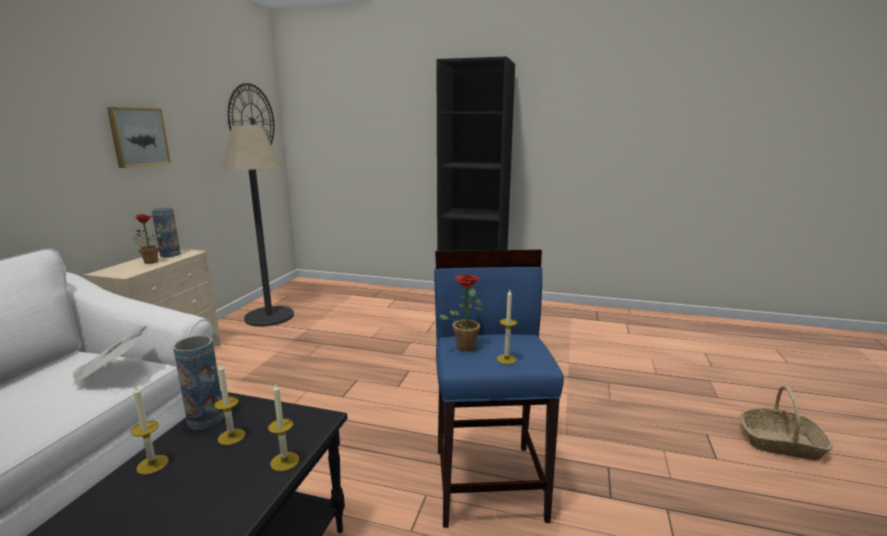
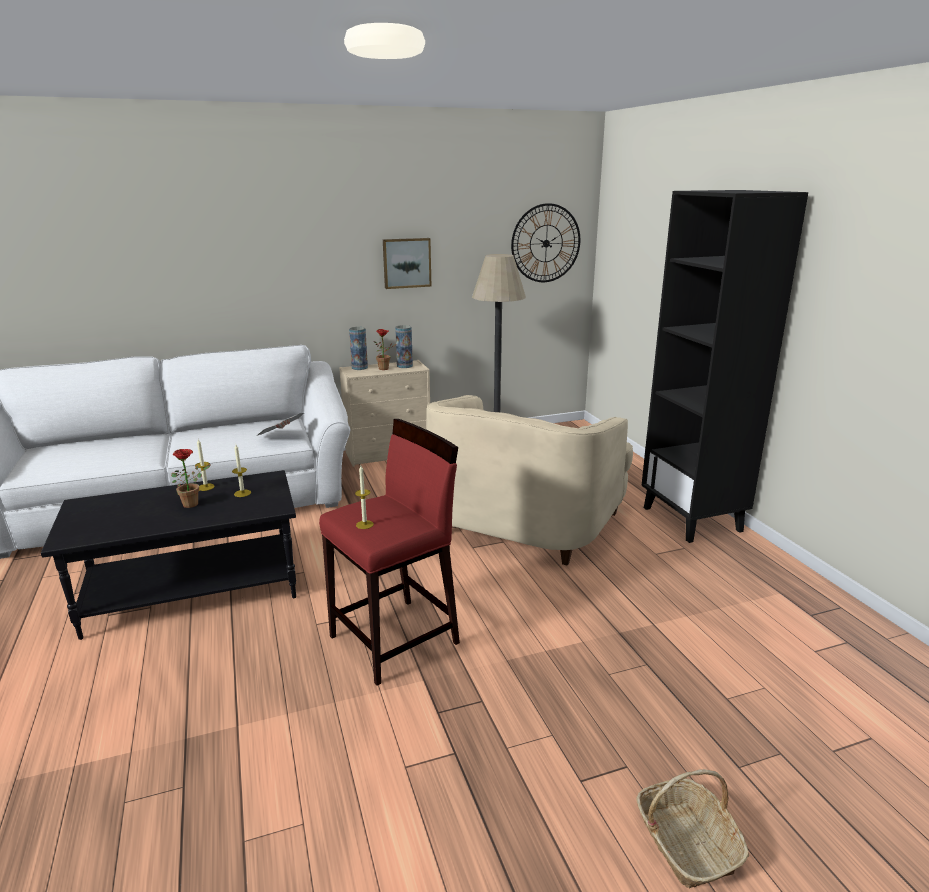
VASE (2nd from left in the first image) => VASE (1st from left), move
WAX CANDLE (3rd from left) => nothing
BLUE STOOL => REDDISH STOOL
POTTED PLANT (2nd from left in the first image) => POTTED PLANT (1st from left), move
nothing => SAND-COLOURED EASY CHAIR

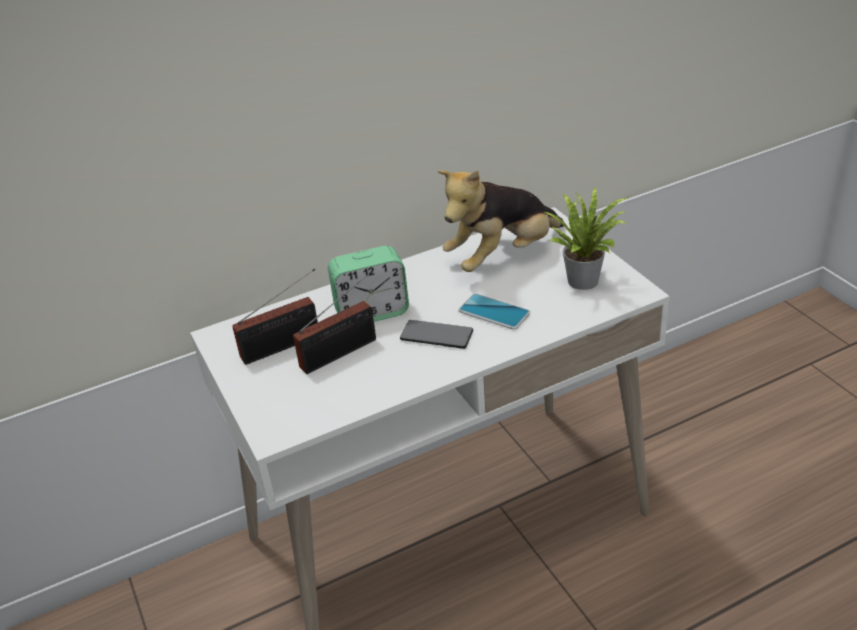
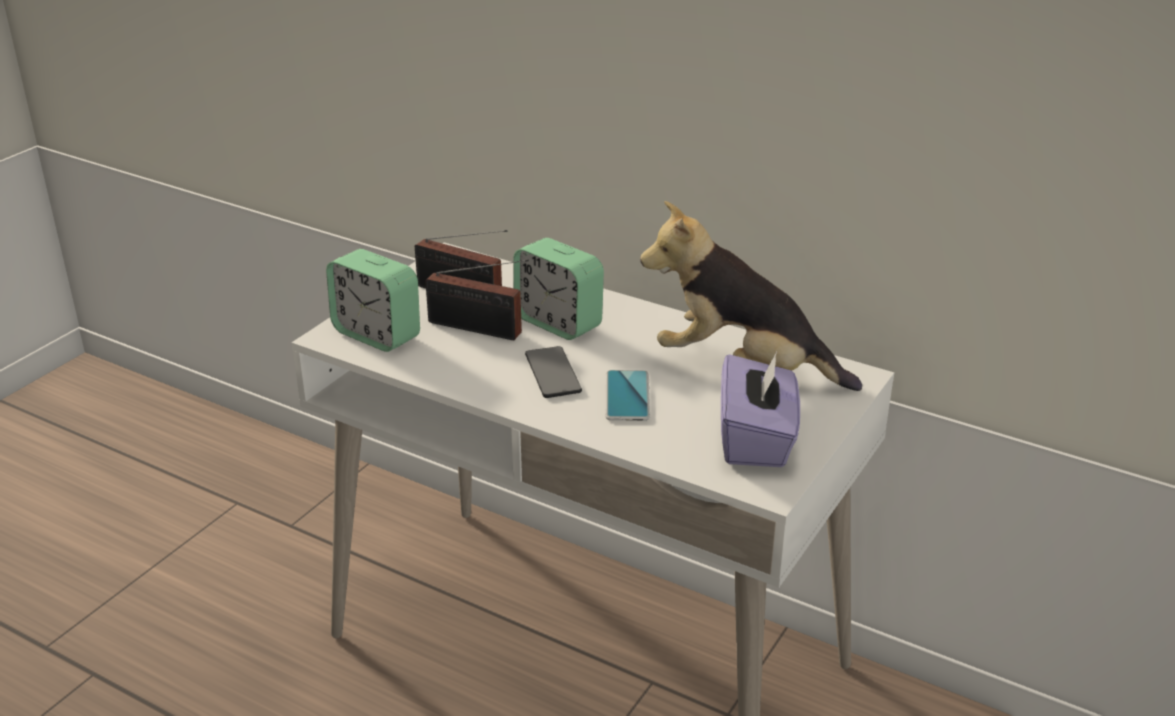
POTTED PLANT => PURPLE TISSUE BOX
nothing => BEDSIDE CLOCK (1st from left)

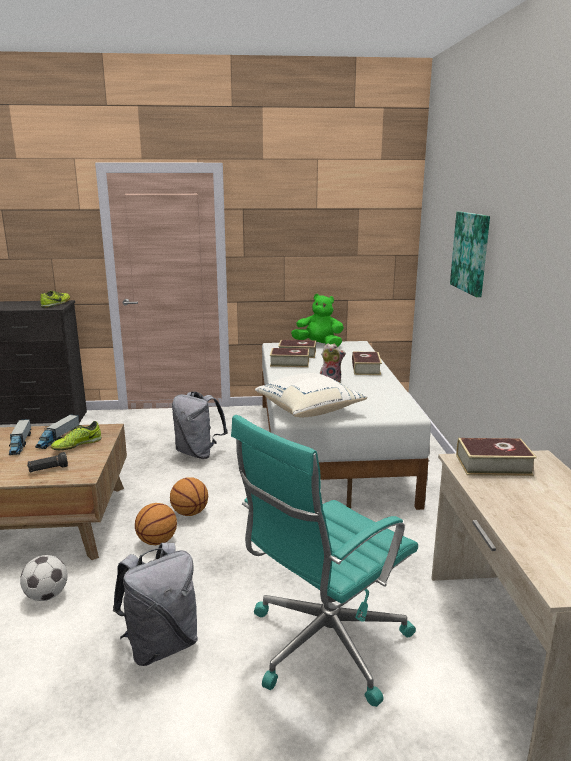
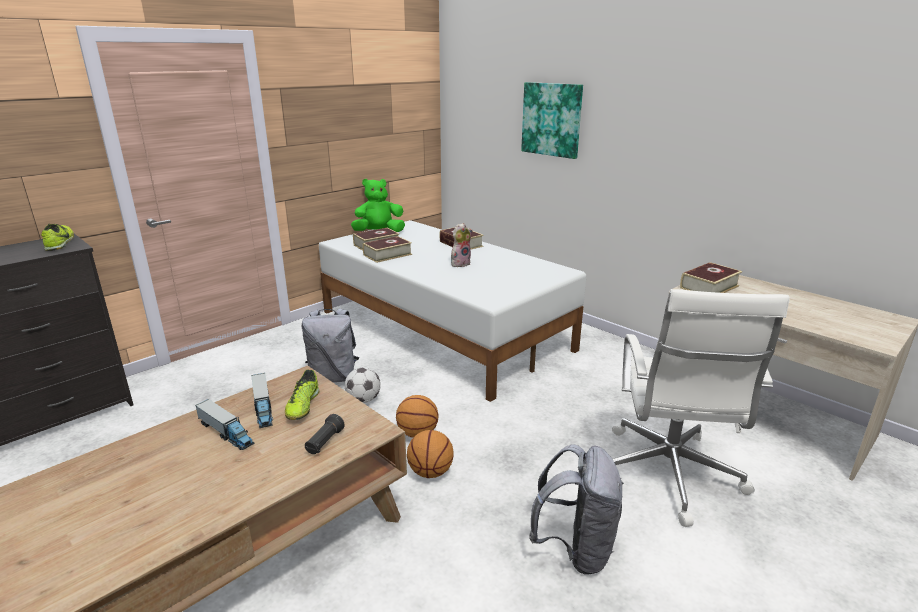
FOOTBALL, move
BLUE-GREEN DESK CHAIR => WHITE DESK CHAIR
WHITE THROW PILLOW => nothing

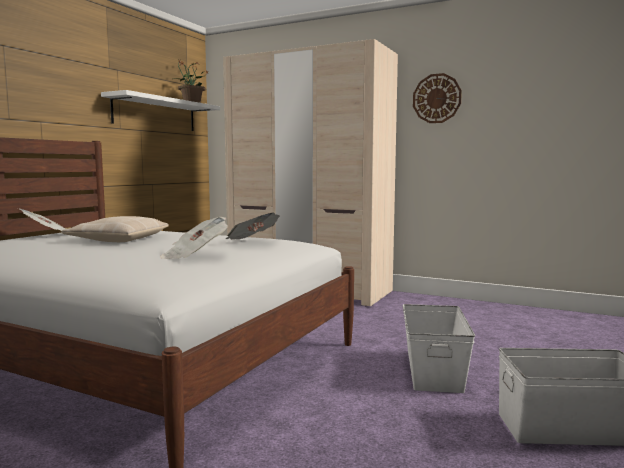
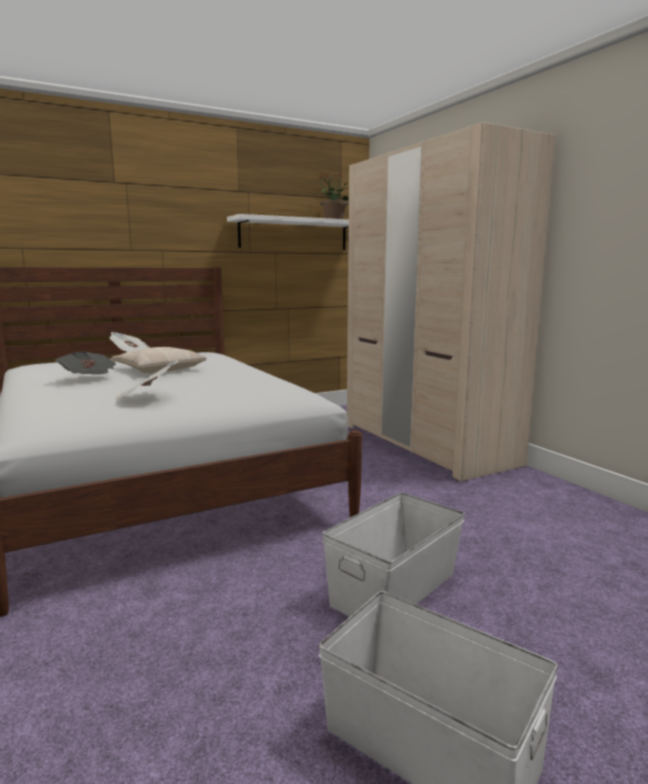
DAILY PAPER (3rd from left in the first image) => DAILY PAPER (1st from left), move
WALL CLOCK => nothing

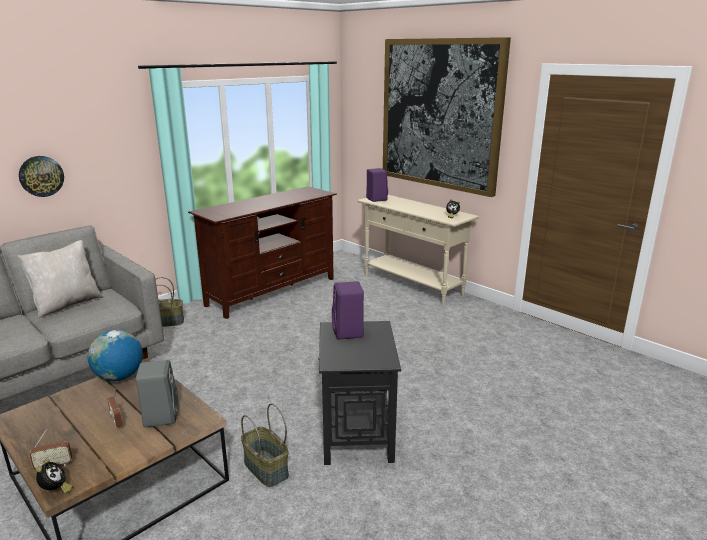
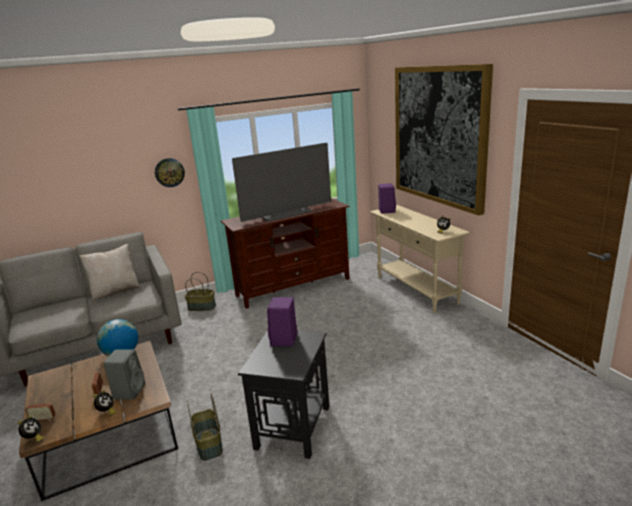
WALL CLOCK, move
nothing => BEDSIDE CLOCK (2nd from left)
nothing => TELEVISION

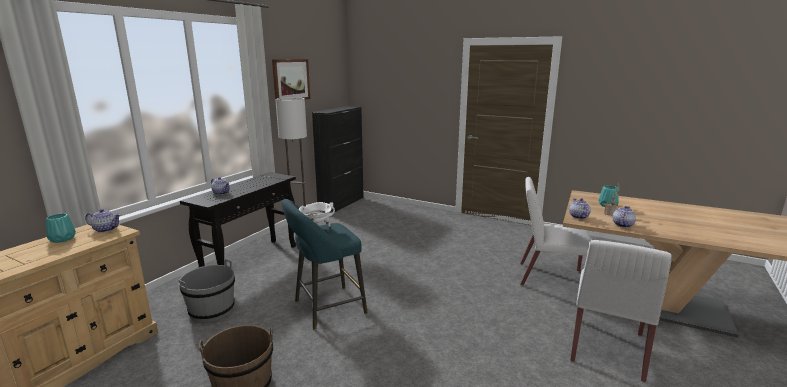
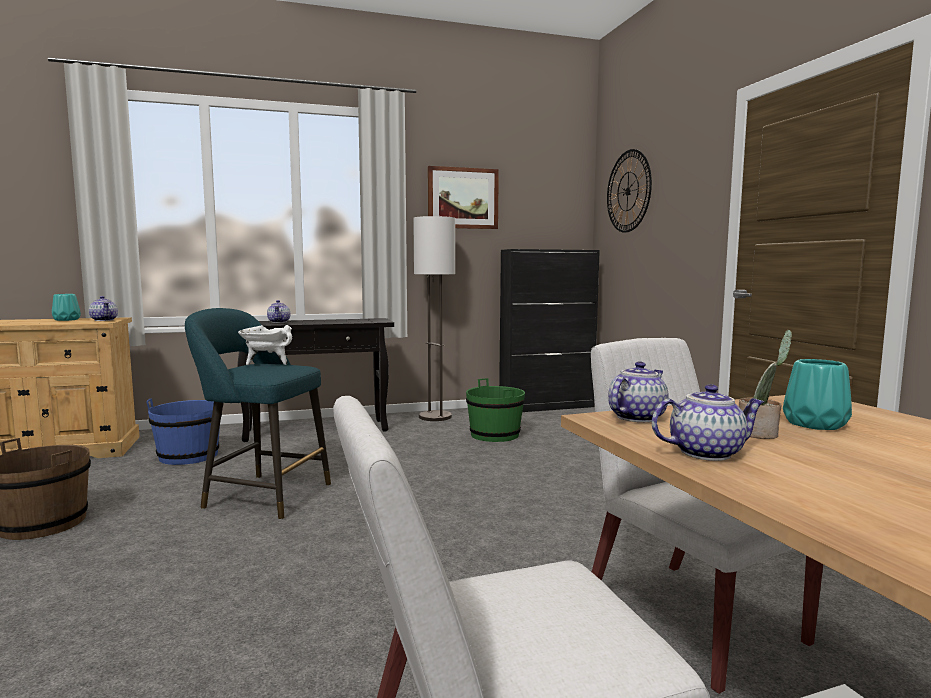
GREY PAIL => BLUE PAIL
nothing => GREEN PAIL
nothing => WALL CLOCK

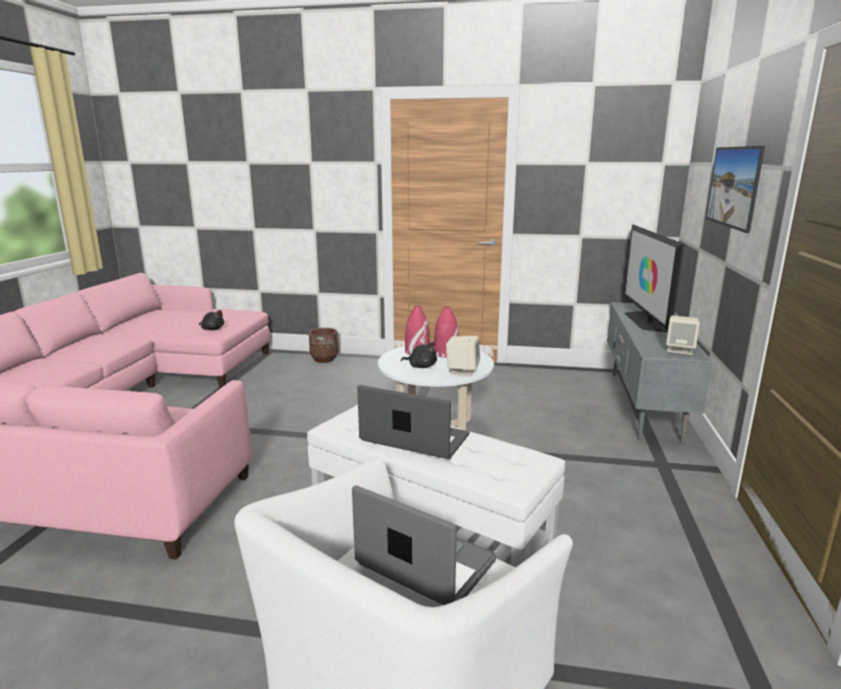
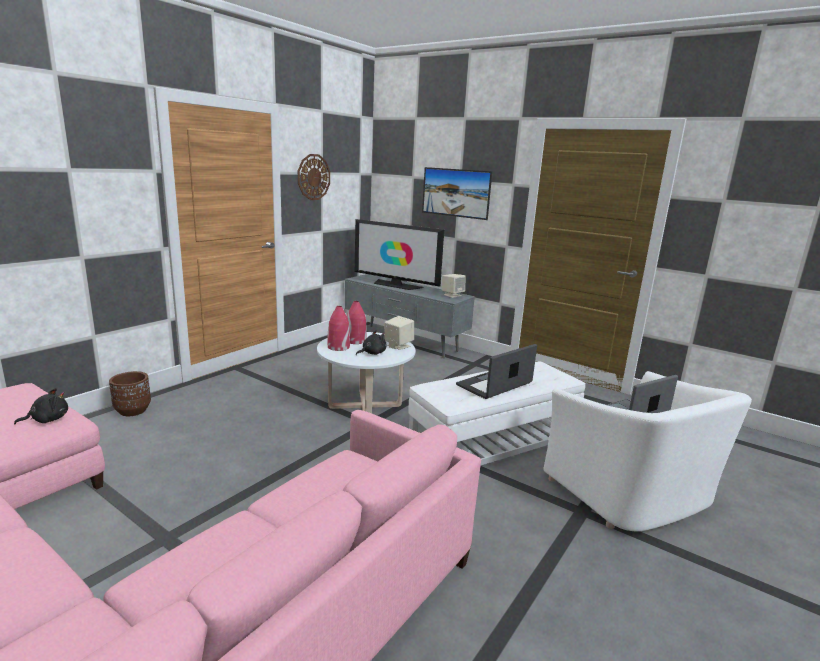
nothing => WALL CLOCK

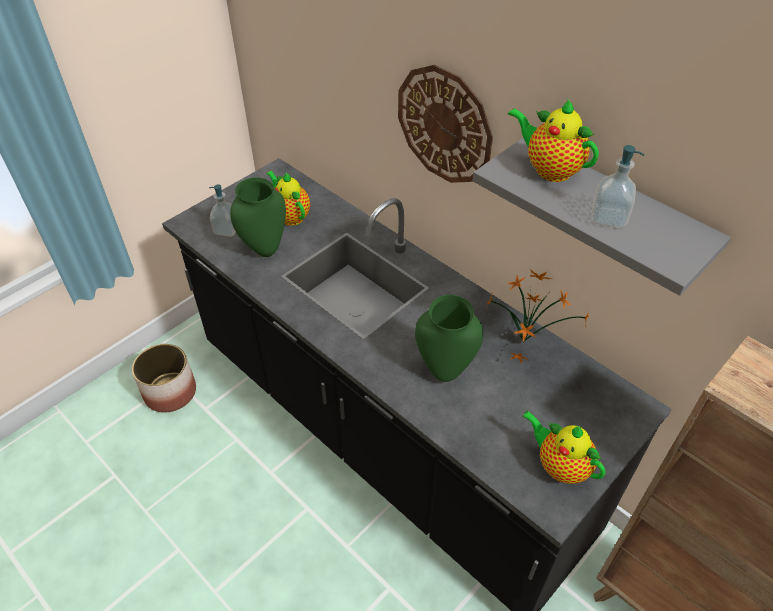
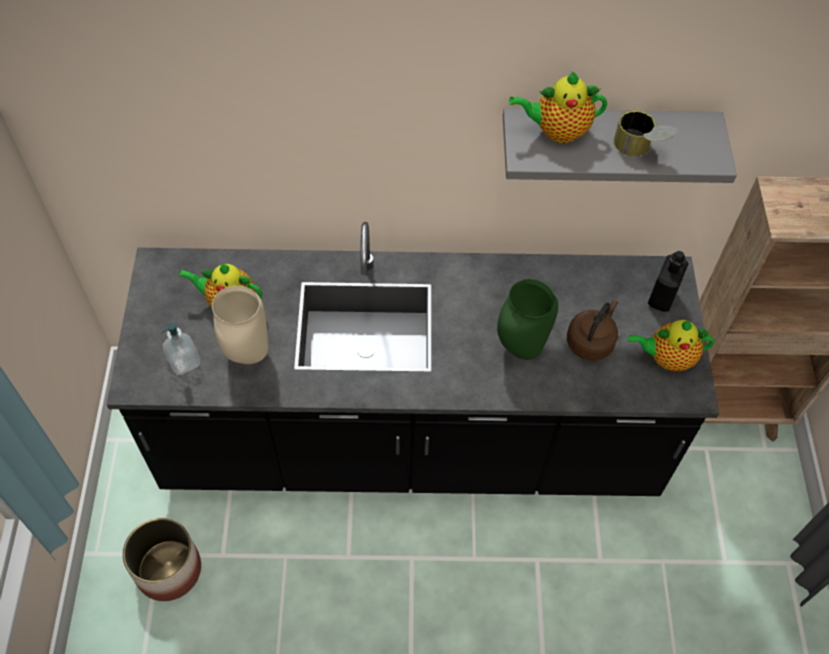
GREEN VASE (1st from left) => SAND-COLOURED VASE
WALL CLOCK => nothing
POTTED PLANT => nothing
SOAP BOTTLE (2nd from left) => SEALED CAN
nothing => BROWN-COLOURED WATER KETTLE
nothing => BLACK-COLOURED DRINK BOTTLE

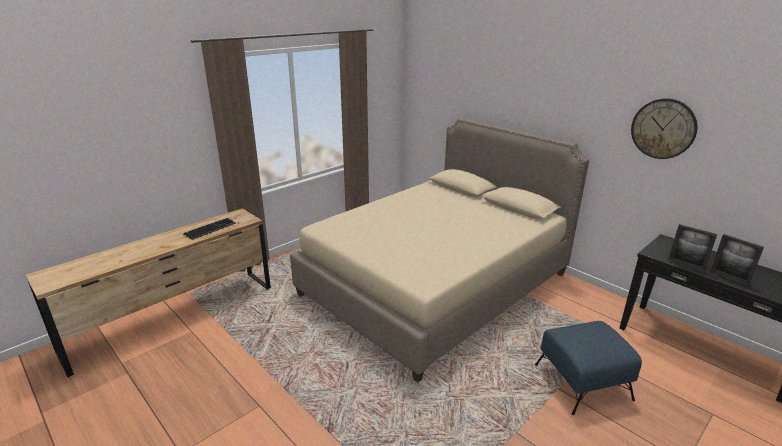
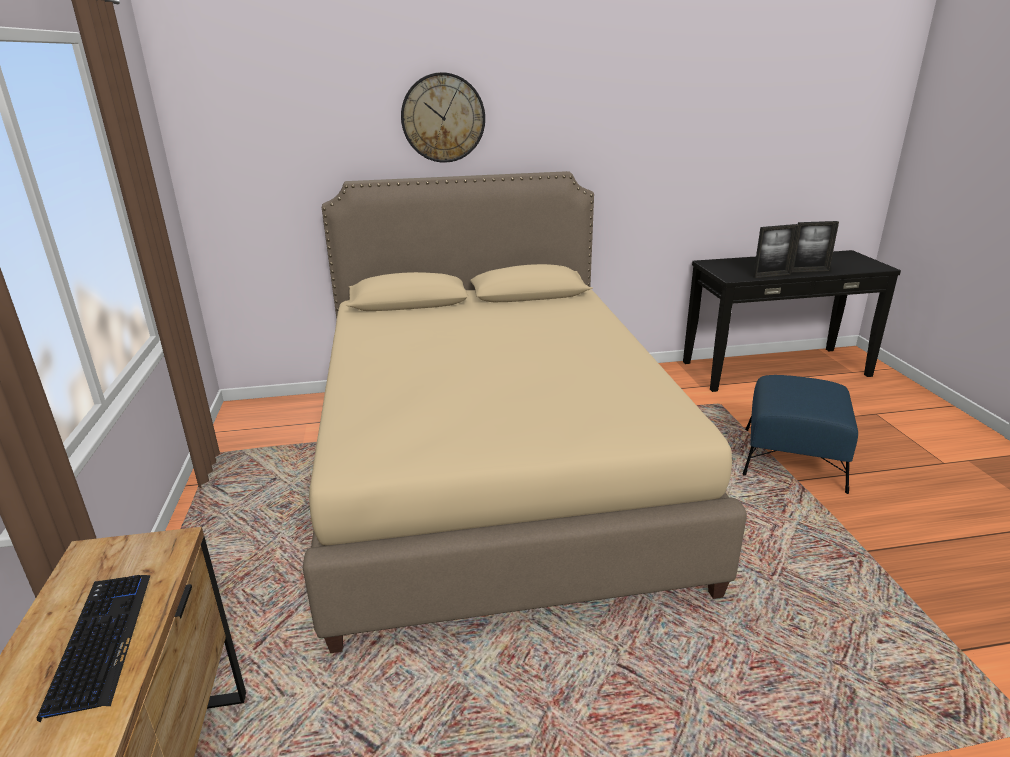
WALL CLOCK, move

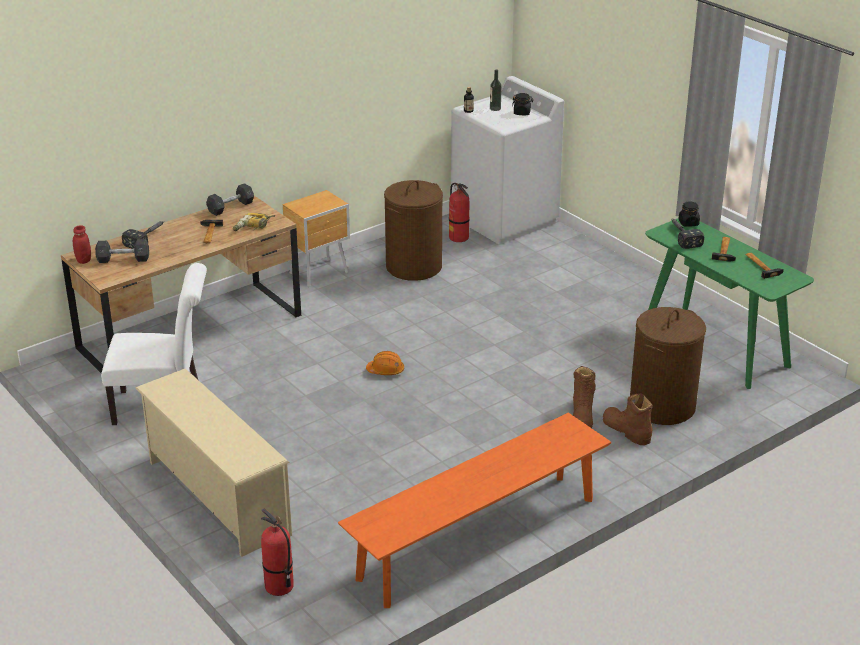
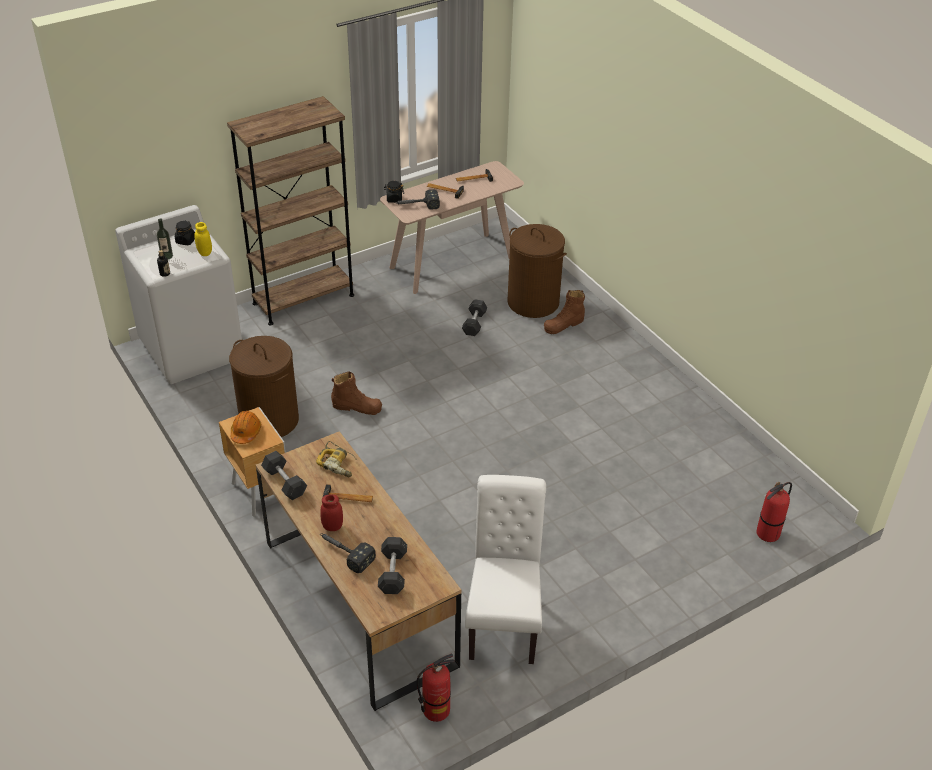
REDDISH STORAGE JAR, move
SAND-COLOURED SHOE STAND => nothing
ORANGE-COLOURED BENCH => nothing
ORANGE-COLOURED SAFETY HELMET, move
EXTINGUISHER (2nd from left in the first image) => EXTINGUISHER (1st from left), move
BROWN-COLOURED BOOT (1st from left), move
GREEN CONSOLE TABLE => SAND-COLOURED CONSOLE TABLE
nothing => YELLOW STORAGE JAR
nothing => BROWN-COLOURED SHELVING UNIT
nothing => GREY HAND WEIGHT (3rd from left)

